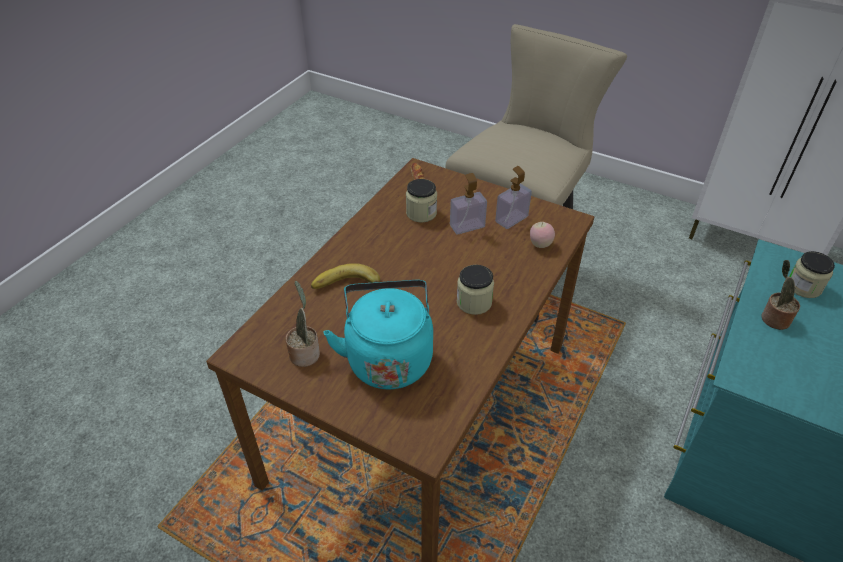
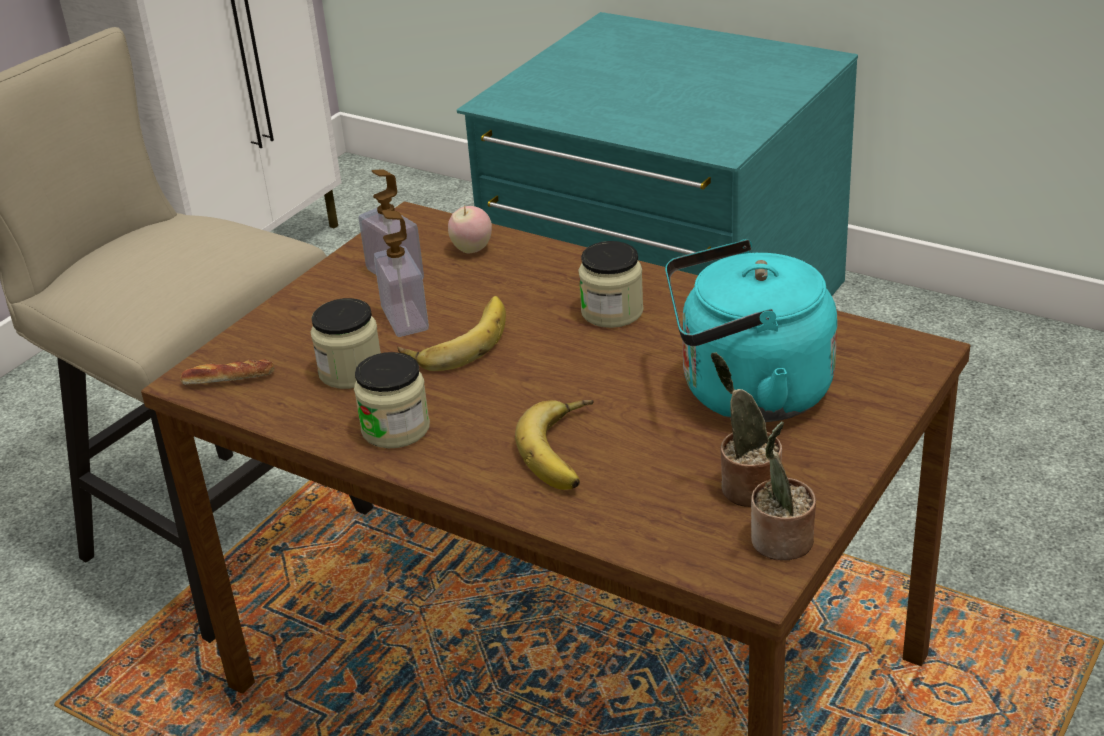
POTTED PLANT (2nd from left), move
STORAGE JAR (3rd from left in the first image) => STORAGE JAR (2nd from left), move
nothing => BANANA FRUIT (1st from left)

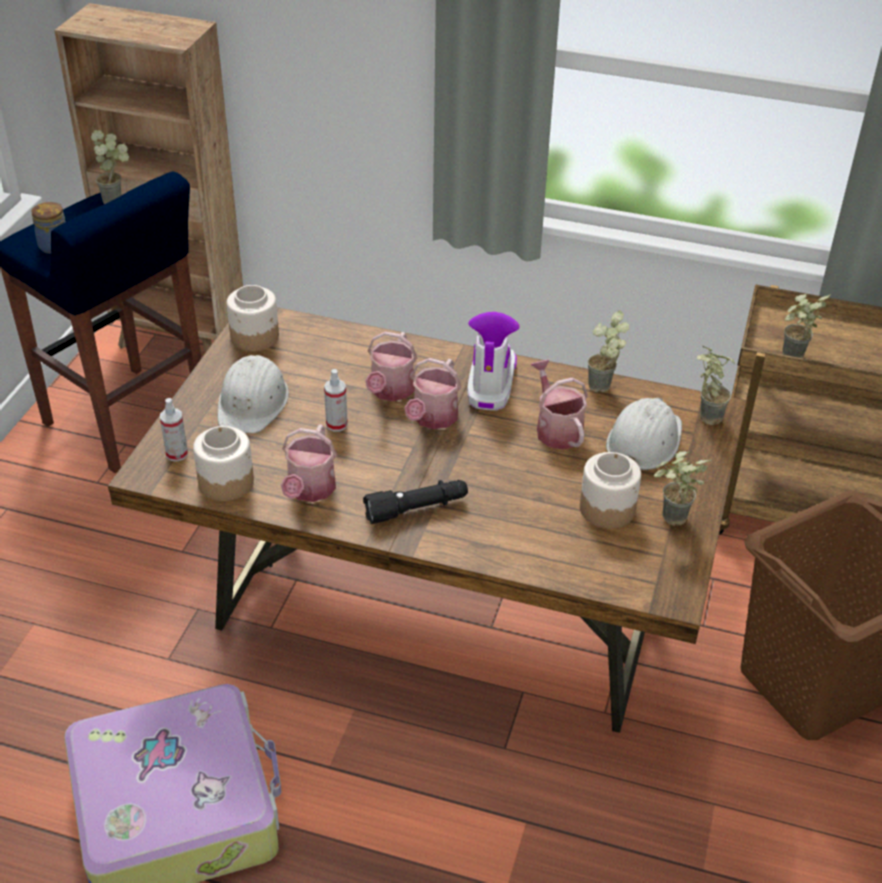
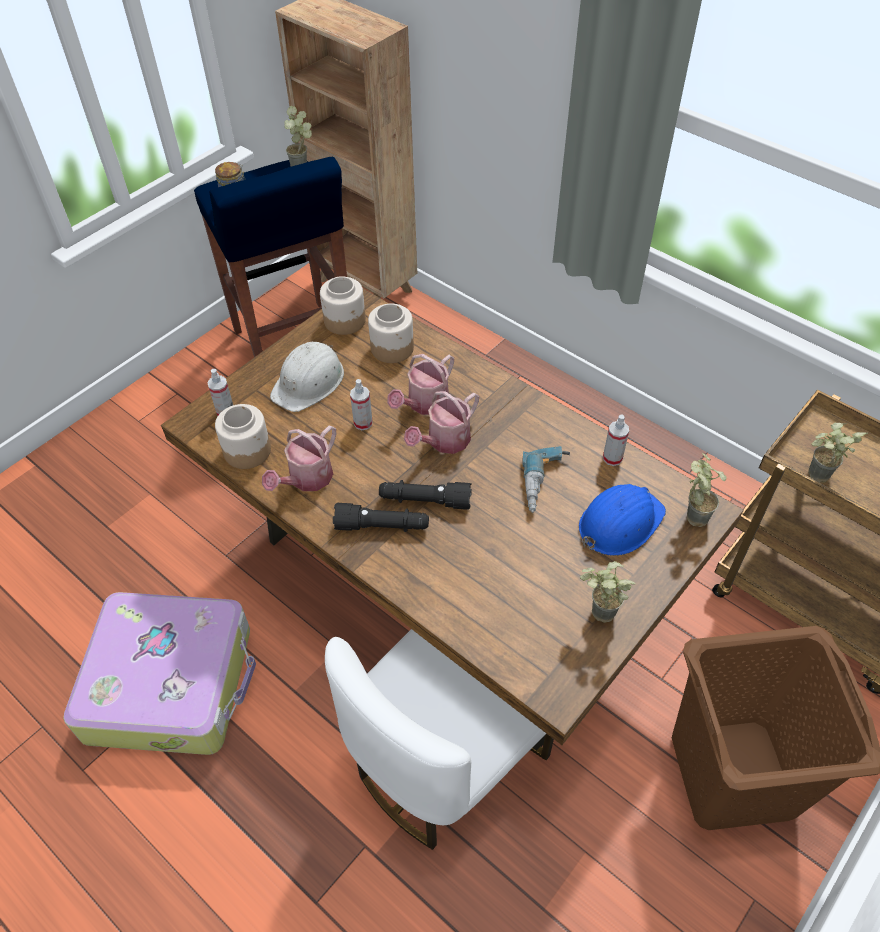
BOOT => nothing
WATERING POT (4th from left) => DRILL
STORAGE JAR (4th from left), move
POTTED PLANT (2nd from left) => HAND SPRAYER (3rd from left)
WHITE SAFETY HELMET (2nd from left) => BLUE SAFETY HELMET
nothing => WHITE UPRIGHT CHAIR
nothing => BLACK-COLOURED FLASHLIGHT (2nd from left)

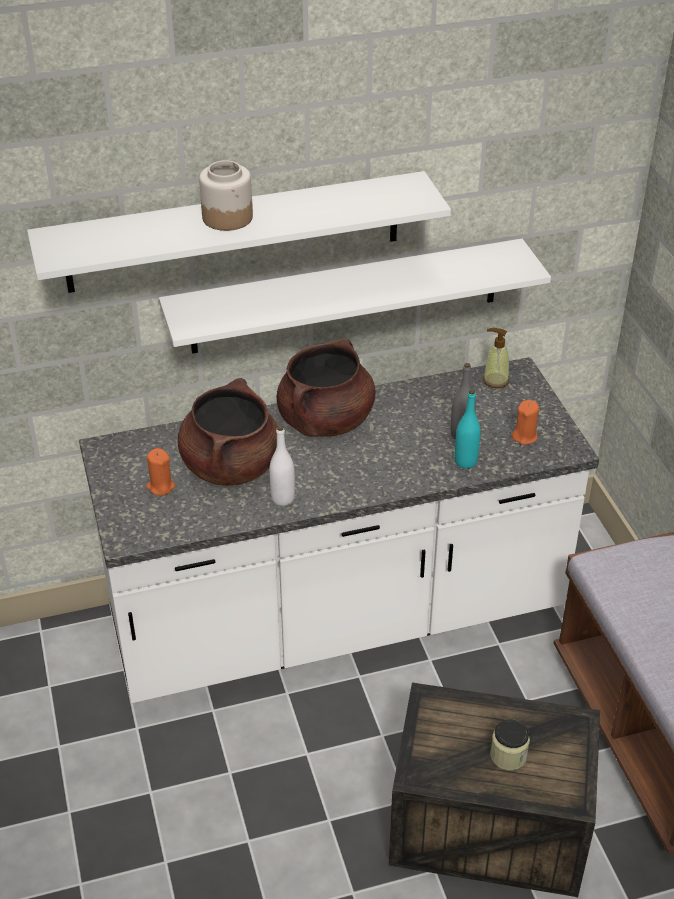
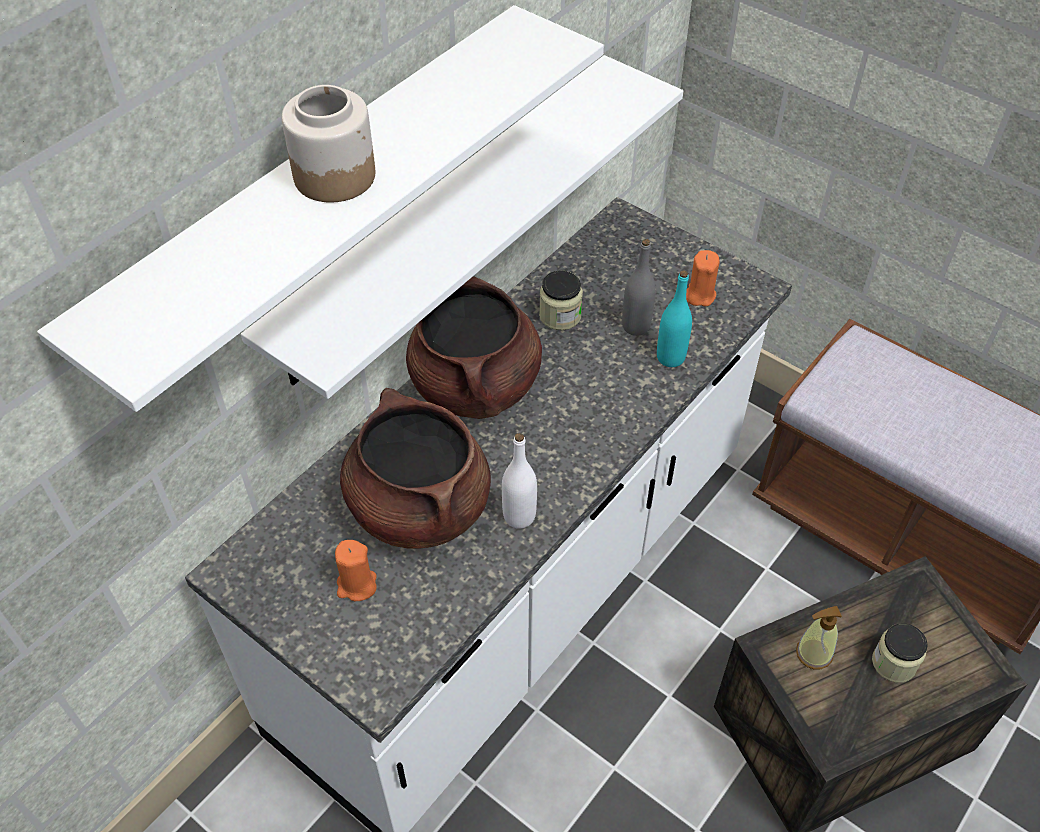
SOAP BOTTLE, move
nothing => STORAGE JAR (2nd from left)

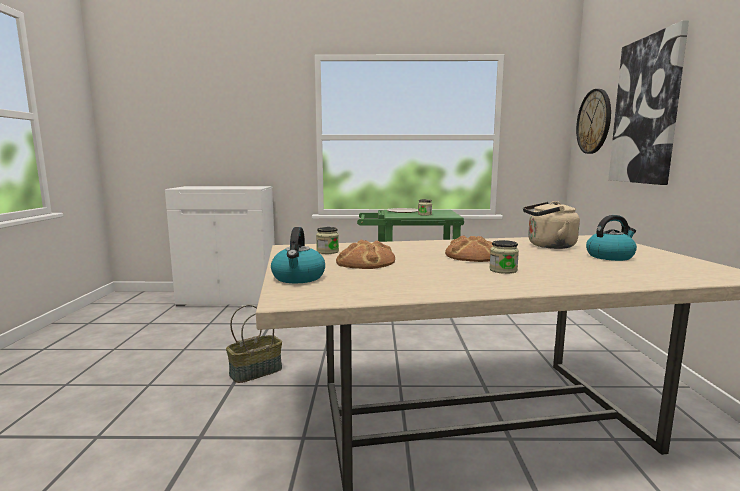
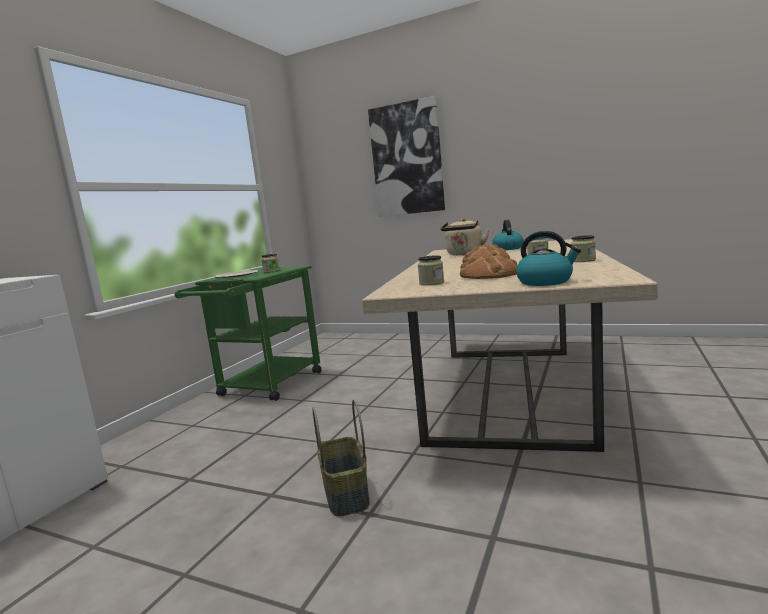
WALL CLOCK => nothing
nothing => STORAGE JAR (4th from left)

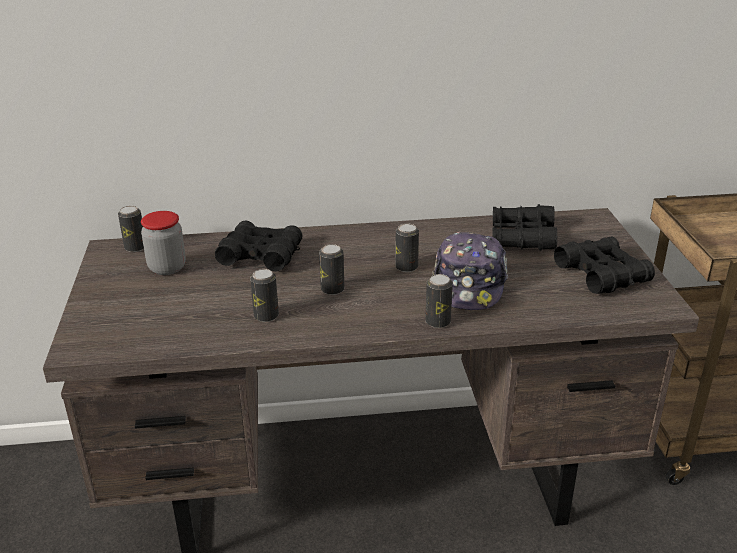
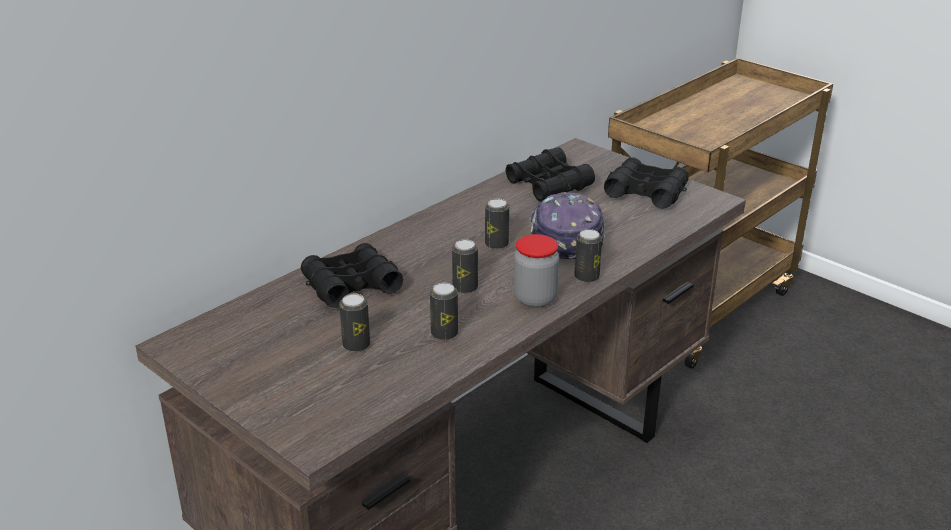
SEALED CAN (1st from left), move
STORAGE JAR, move
CAP, 150 degrees counterclockwise

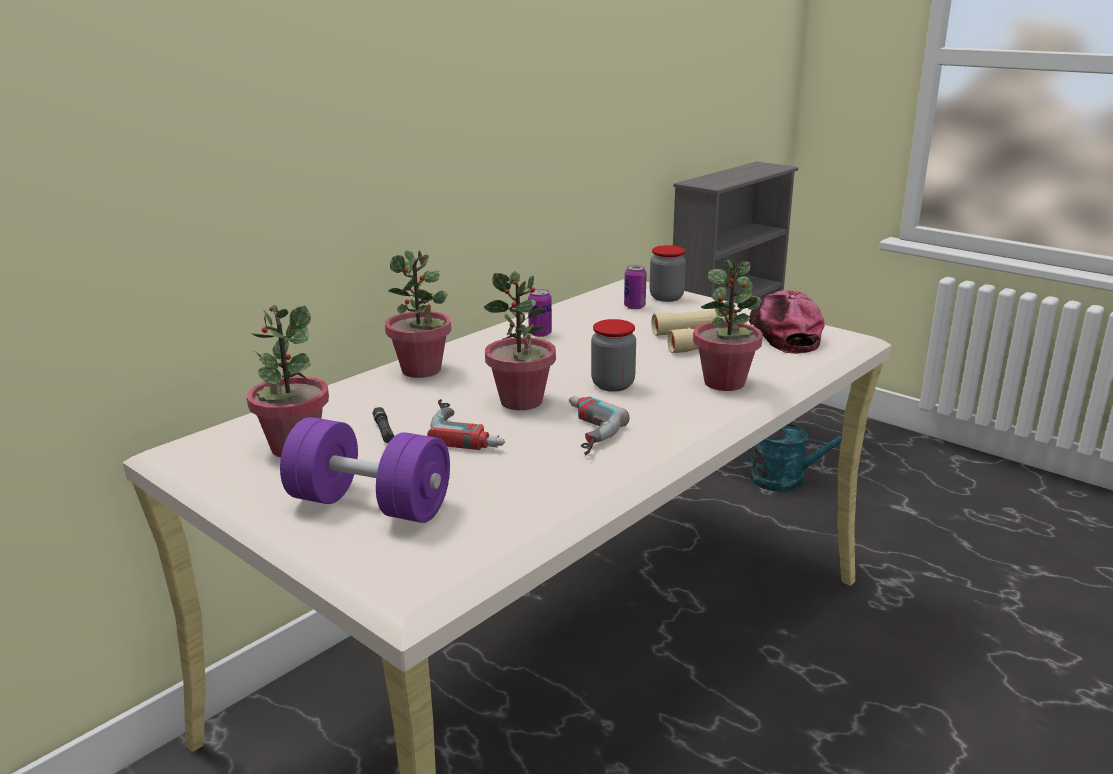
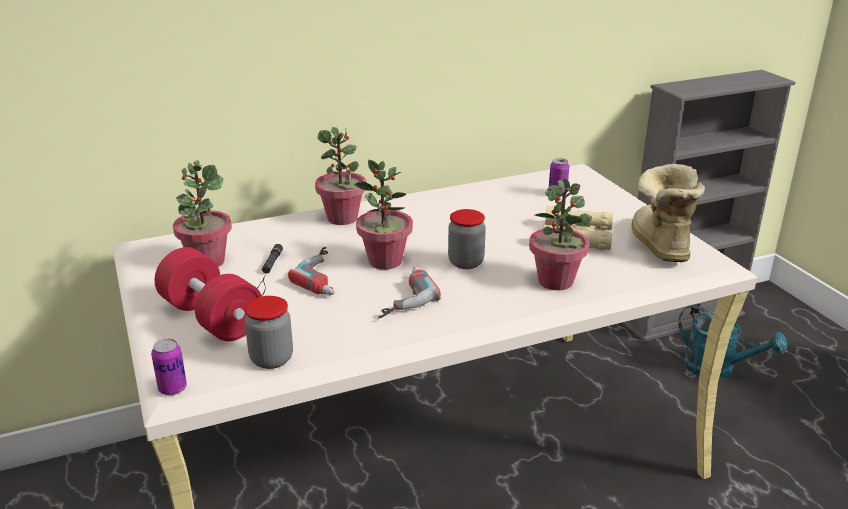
PURPLE HAND WEIGHT => REDDISH HAND WEIGHT
SEALED CAN (1st from left), move
STORAGE JAR (2nd from left in the first image) => STORAGE JAR (1st from left), move
CAP => BOOT

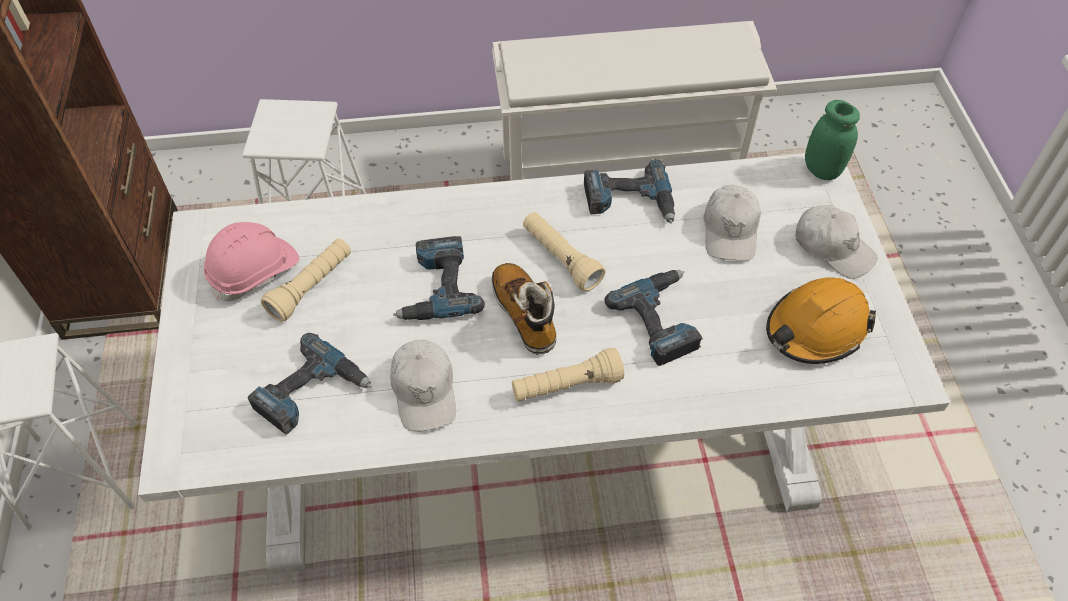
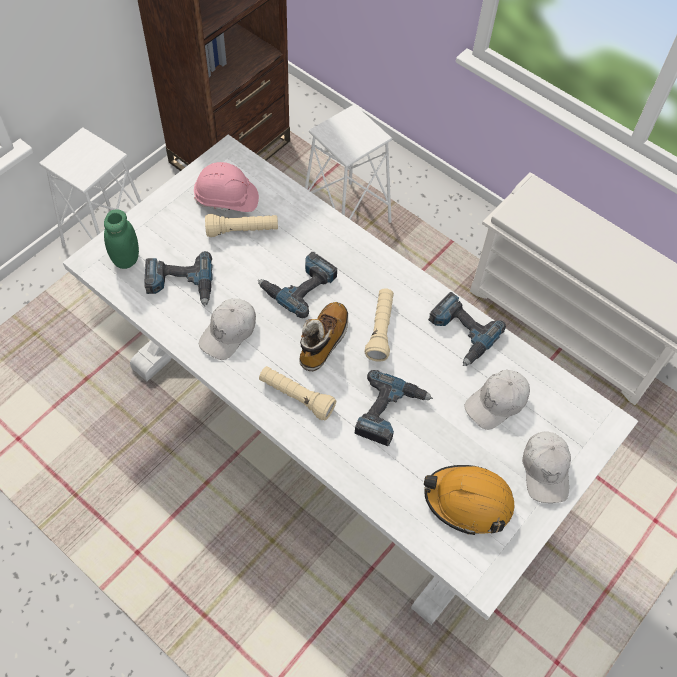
GREEN STORAGE JAR, move

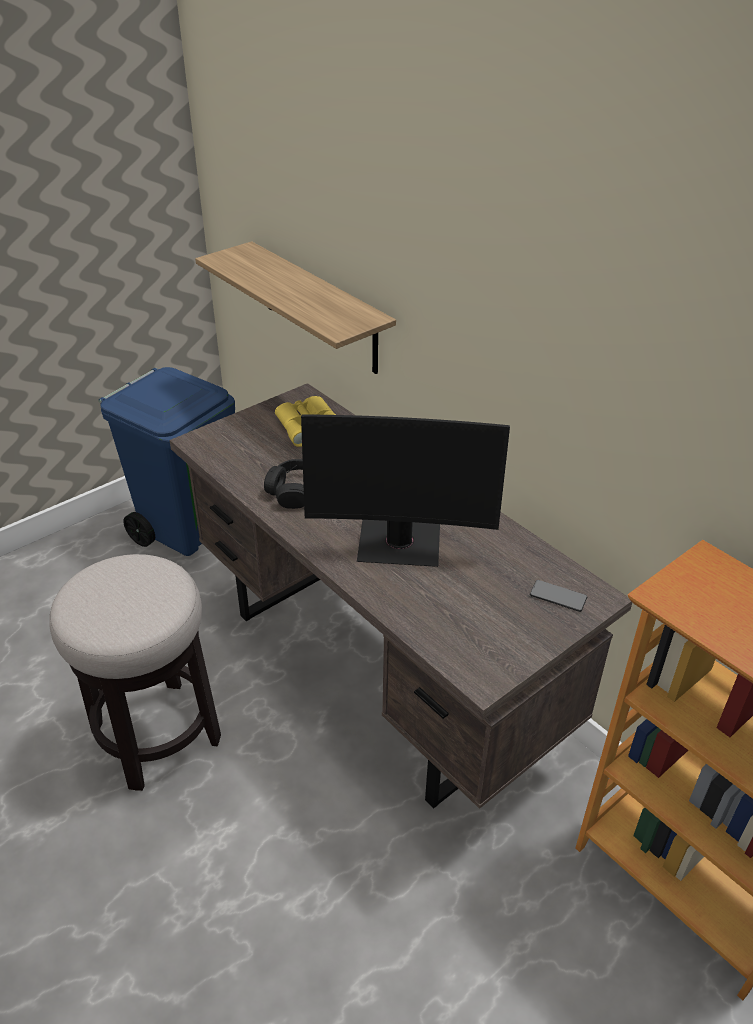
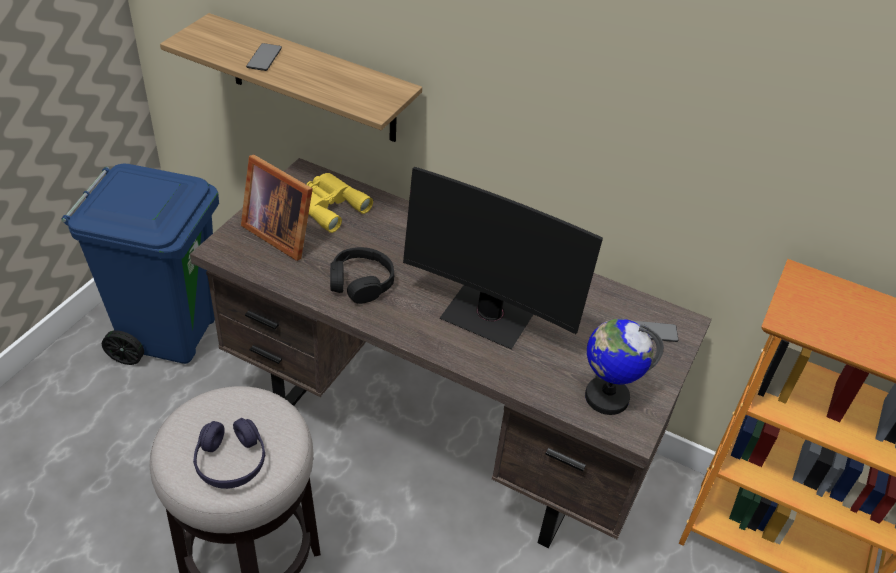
COMPUTER SCREEN, 45 degrees clockwise
nothing => PURPLE PAIR OF HEADPHONES
nothing => PHOTO FRAME
nothing => TELEPHONE (1st from left)
nothing => DESK GLOBE

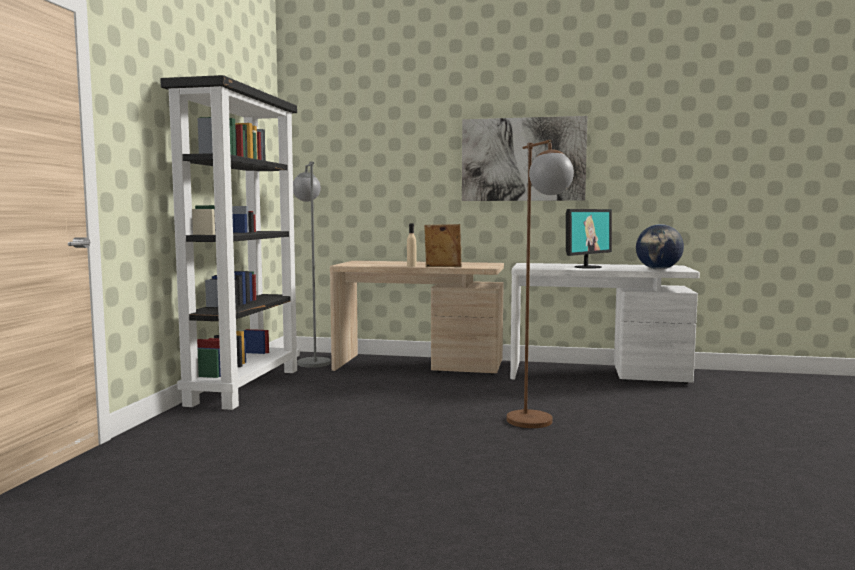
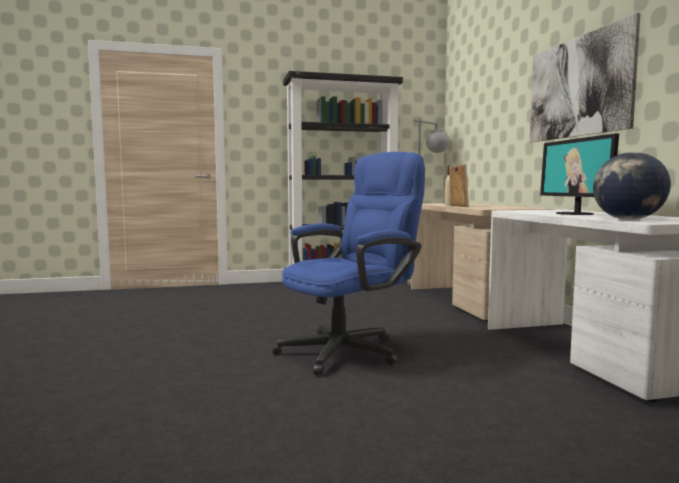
BROWN-COLOURED STANDARD LAMP => BLUE DESK CHAIR
COMPUTER SCREEN, 60 degrees clockwise

